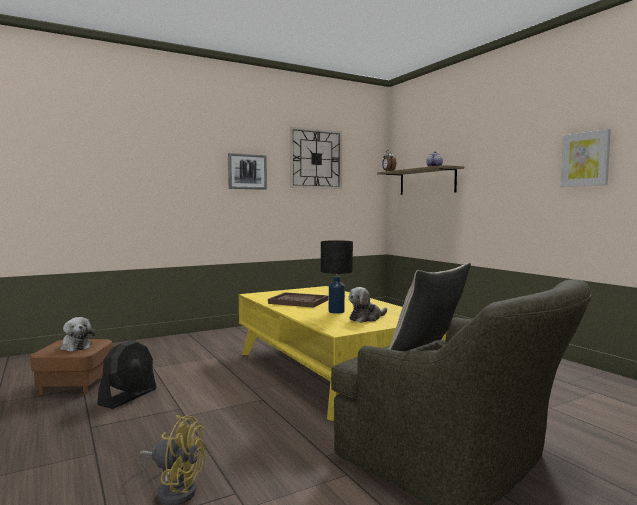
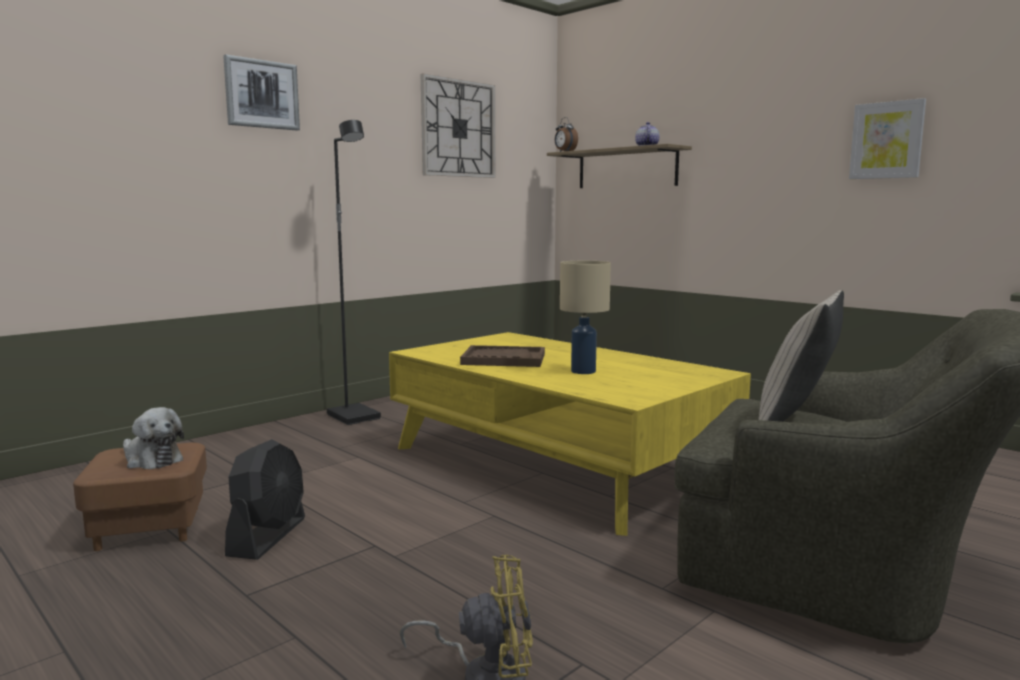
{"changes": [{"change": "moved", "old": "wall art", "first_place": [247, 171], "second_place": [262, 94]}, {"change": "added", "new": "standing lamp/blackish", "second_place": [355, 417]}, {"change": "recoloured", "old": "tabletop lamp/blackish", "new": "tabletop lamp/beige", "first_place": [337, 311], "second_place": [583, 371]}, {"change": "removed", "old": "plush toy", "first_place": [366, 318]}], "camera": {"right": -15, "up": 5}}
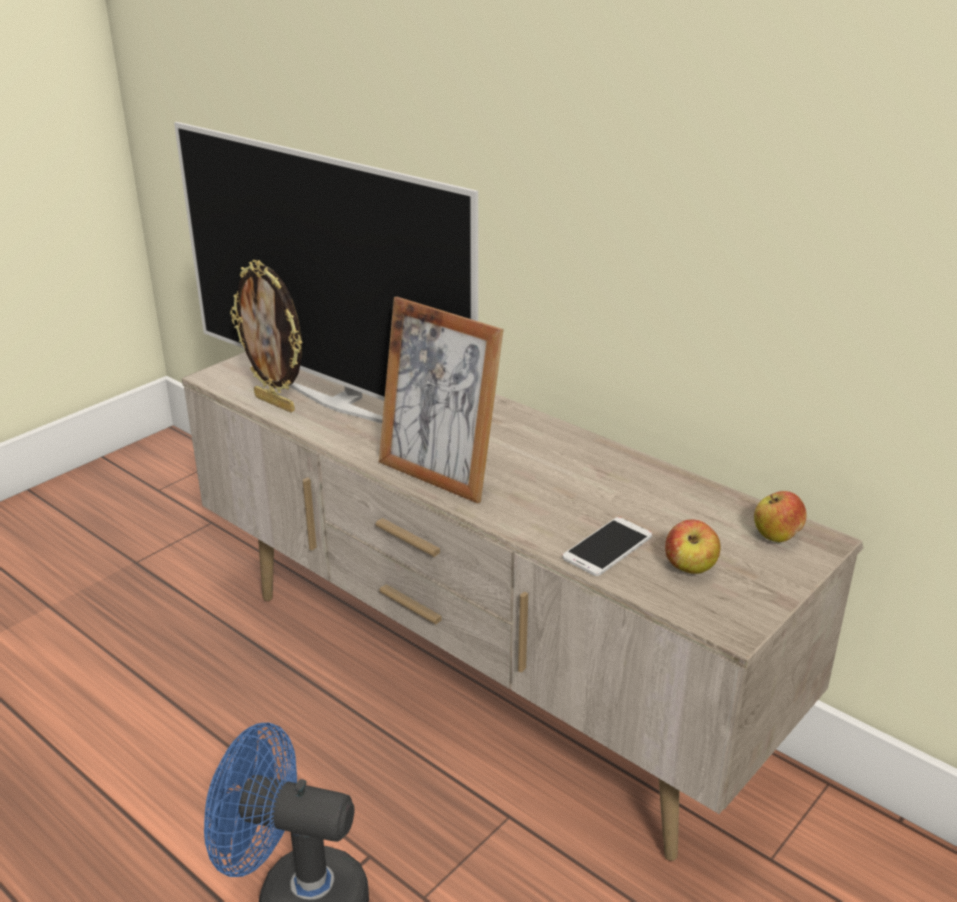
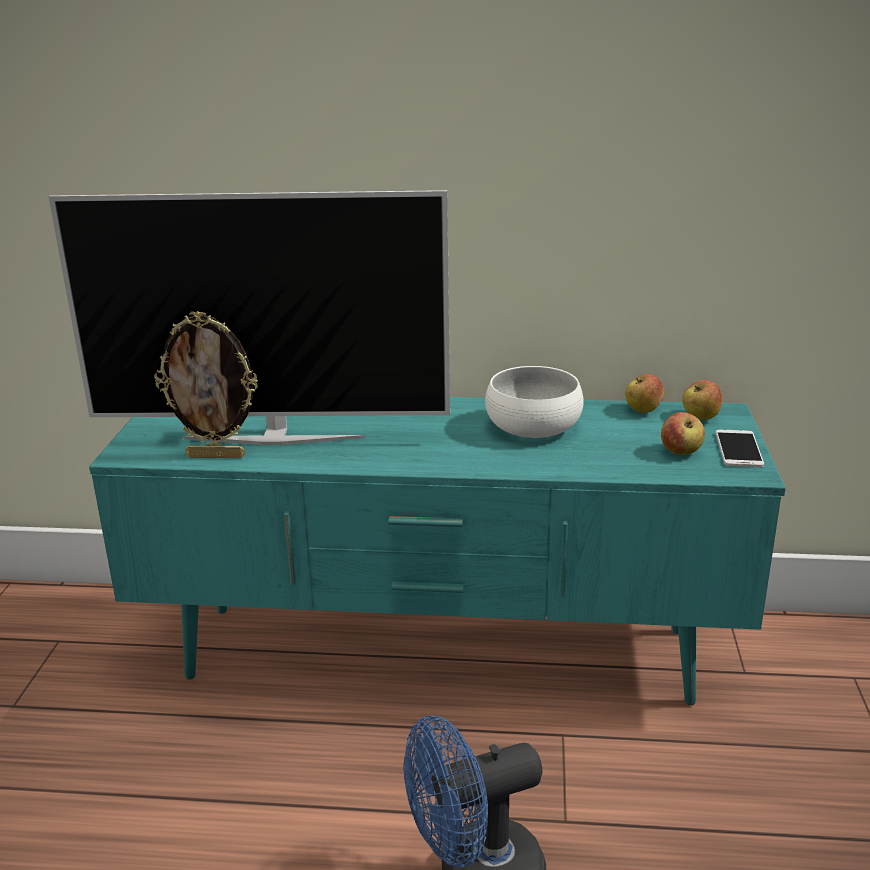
{"changes": [{"change": "recoloured", "old": "tv stand/beige", "new": "tv stand/turquoise-coloured", "first_place": [478, 681], "second_place": [439, 656]}, {"change": "added", "new": "deep dish/white", "second_place": [532, 427]}, {"change": "added", "new": "apple", "second_place": [643, 410]}, {"change": "moved", "old": "handset", "first_place": [607, 547], "second_place": [738, 449]}, {"change": "removed", "old": "standing frame", "first_place": [438, 474]}], "camera": {"right": -35, "up": -5}}
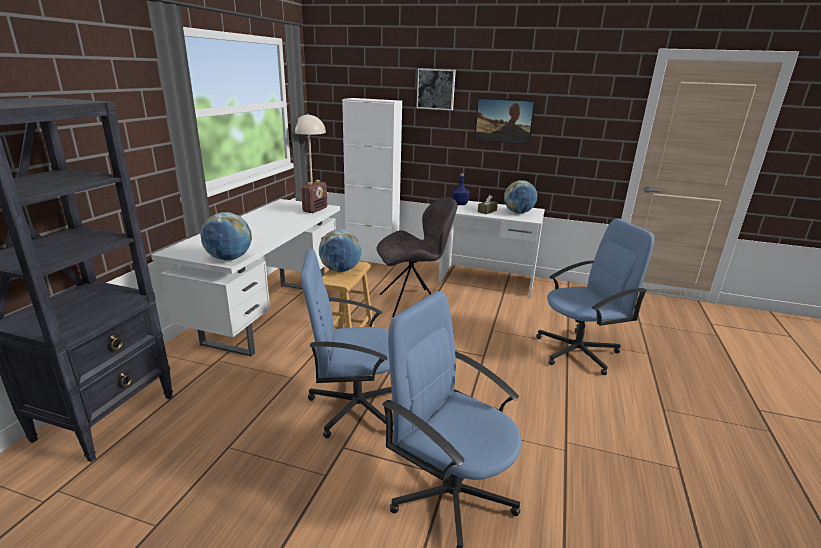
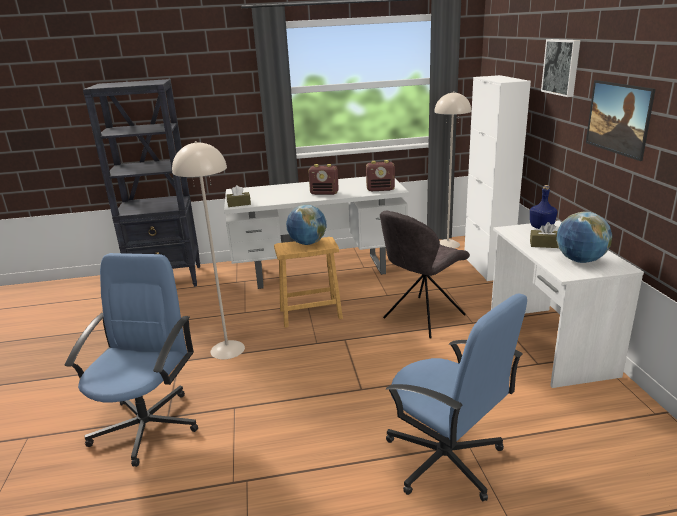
{"changes": [{"change": "replaced", "old": "computer chair/blue-coloured", "new": "standing lamp/beige", "first_place": [355, 406], "second_place": [227, 349]}, {"change": "replaced", "old": "globe", "new": "tissue box/brown", "first_place": [229, 258], "second_place": [239, 204]}, {"change": "added", "new": "radio", "second_place": [324, 193]}, {"change": "turned", "old": "upright chair/greyish", "first_place": [412, 302], "second_place": [422, 318], "degrees": 90}], "camera": {"right": 65, "up": 0}}
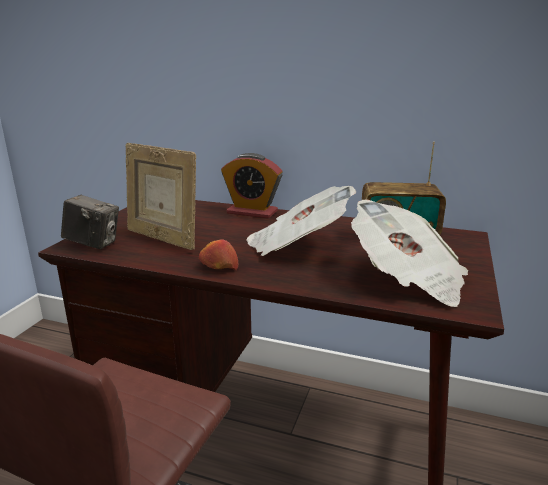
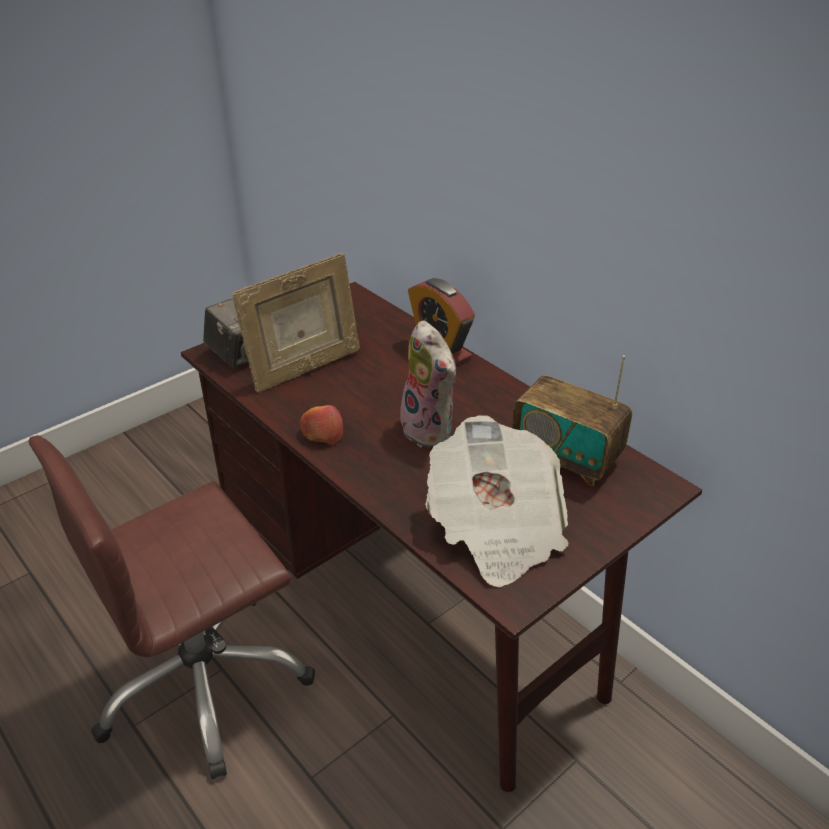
{"changes": [{"change": "turned", "old": "standing frame", "first_place": [162, 238], "second_place": [304, 369], "degrees": -105}, {"change": "replaced", "old": "printed paper", "new": "plush toy", "first_place": [297, 246], "second_place": [431, 430]}], "camera": {"right": 30, "up": 15}}
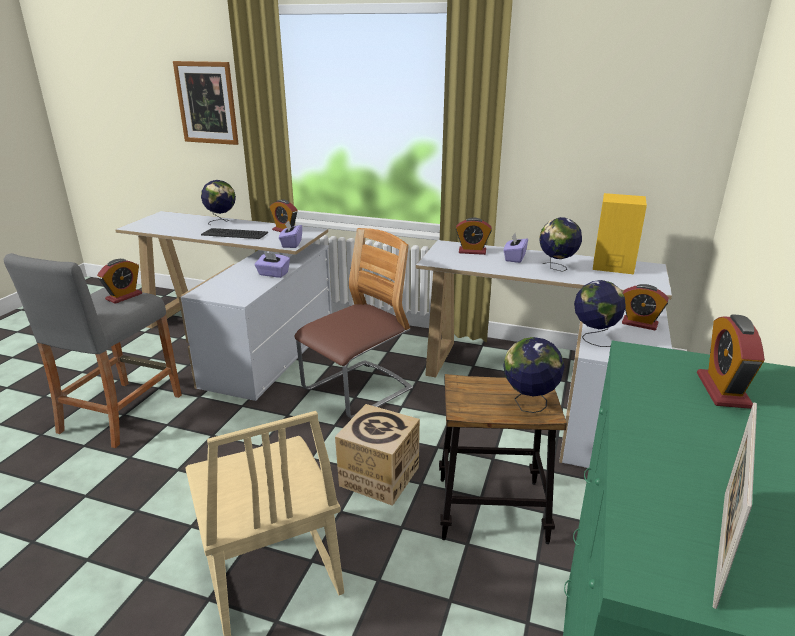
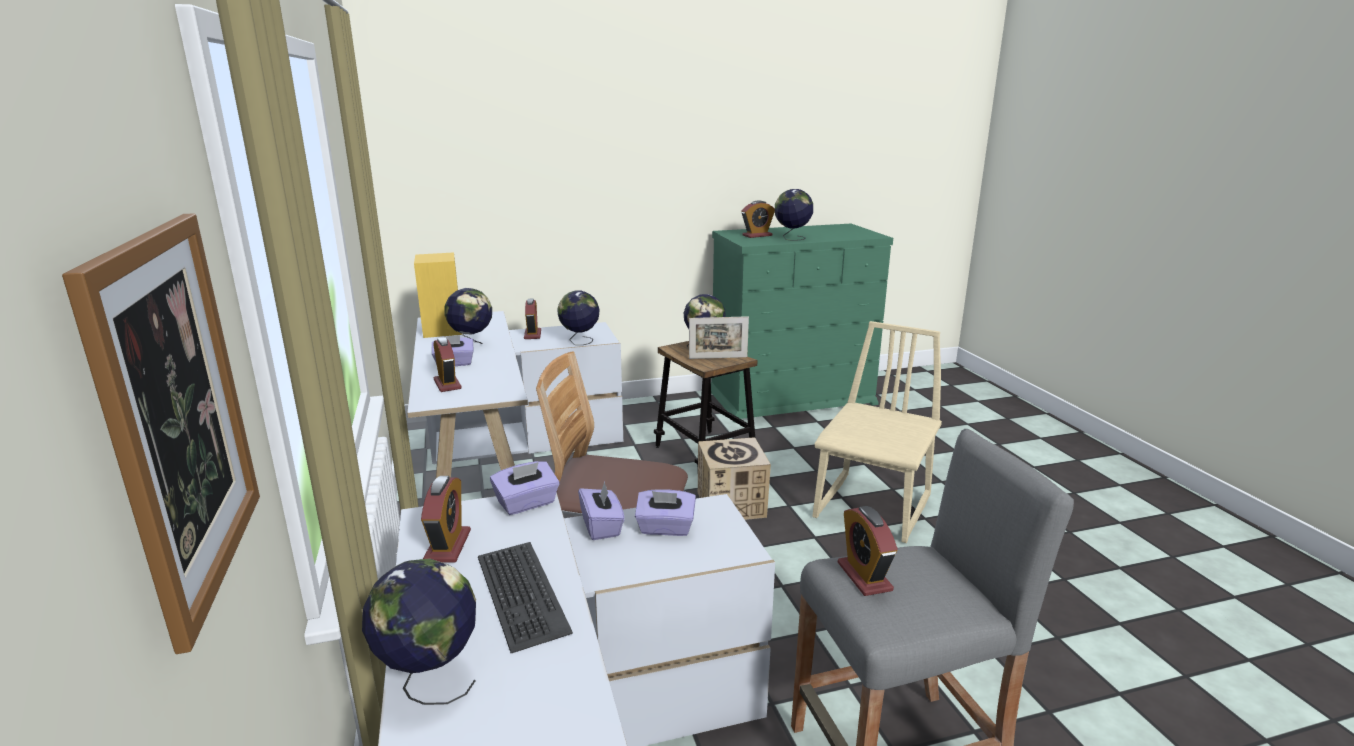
{"changes": [{"change": "added", "new": "tissue box/purple", "second_place": [665, 528]}, {"change": "moved", "old": "standing frame", "first_place": [721, 544], "second_place": [718, 358]}, {"change": "added", "new": "globe", "second_place": [792, 238]}, {"change": "turned", "old": "bedside clock", "first_place": [124, 296], "second_place": [864, 576], "degrees": -105}], "camera": {"right": -125, "up": -5}}
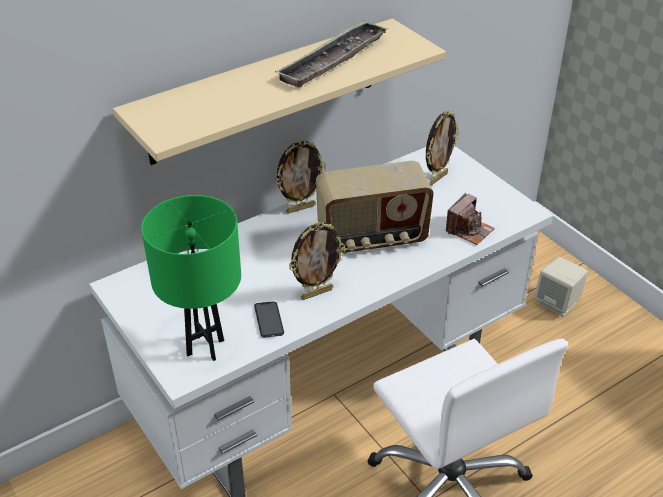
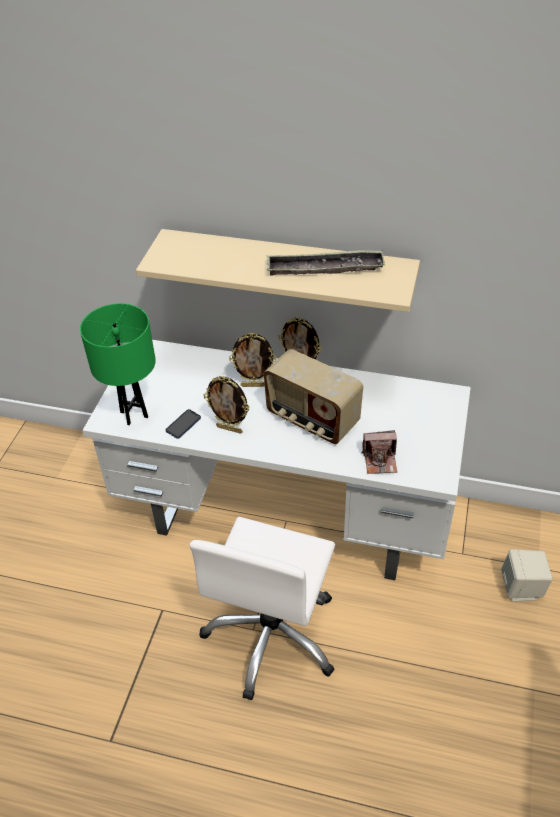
{"changes": [{"change": "moved", "old": "standing frame", "first_place": [437, 178], "second_place": [254, 385]}], "camera": {"right": 50, "up": 5}}
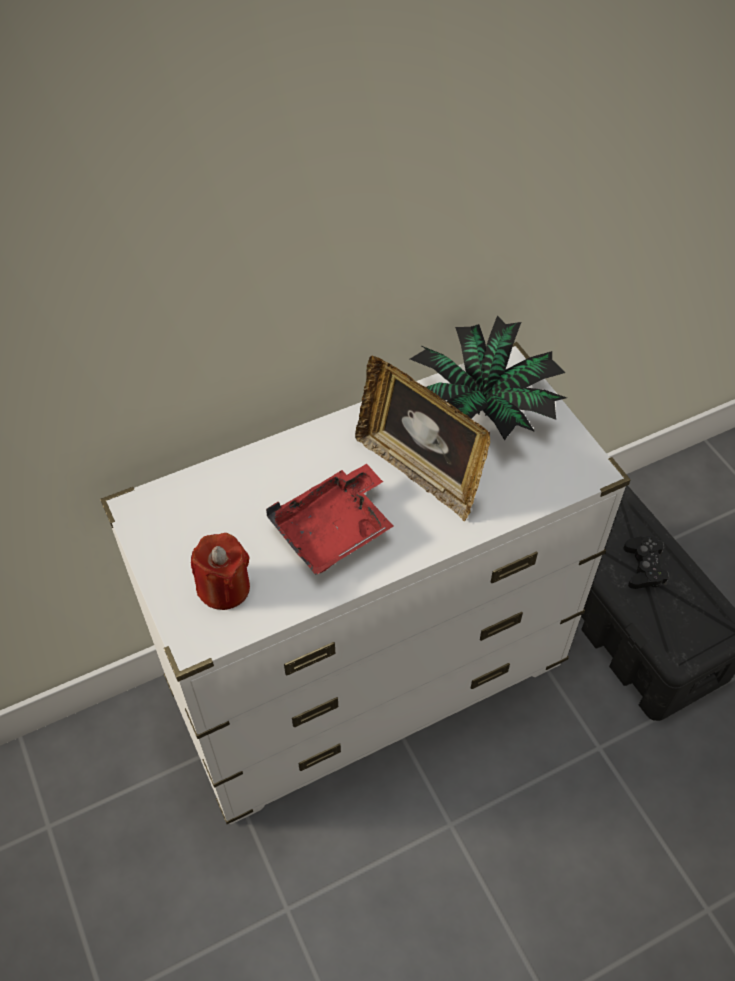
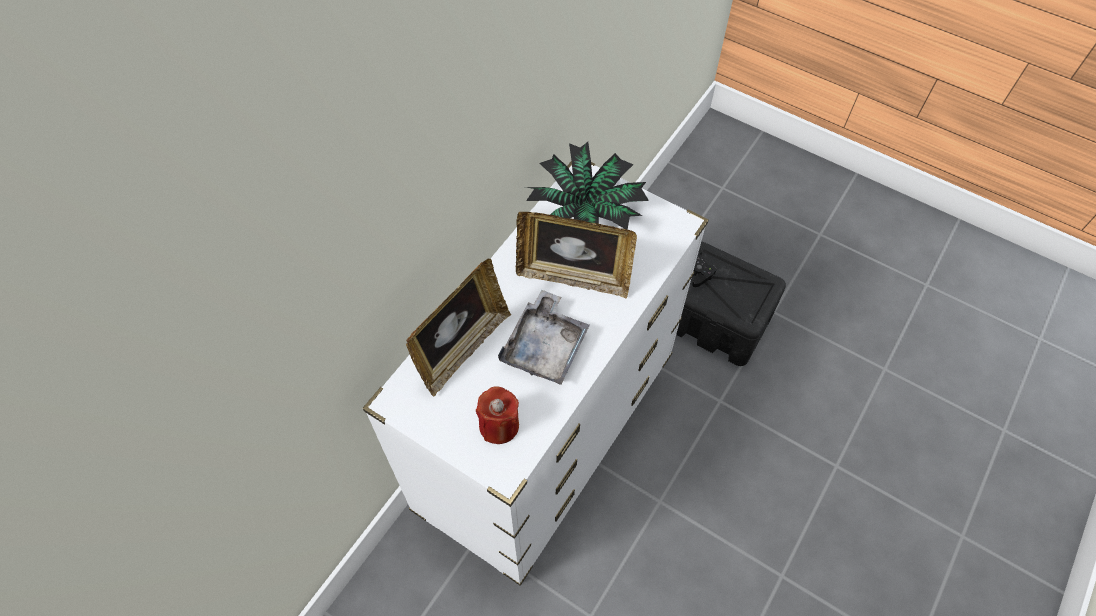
{"changes": [{"change": "added", "new": "standing frame", "second_place": [462, 349]}, {"change": "recoloured", "old": "serving tray/red", "new": "serving tray/greyish", "first_place": [334, 530], "second_place": [545, 346]}], "camera": {"right": -30, "up": 5}}
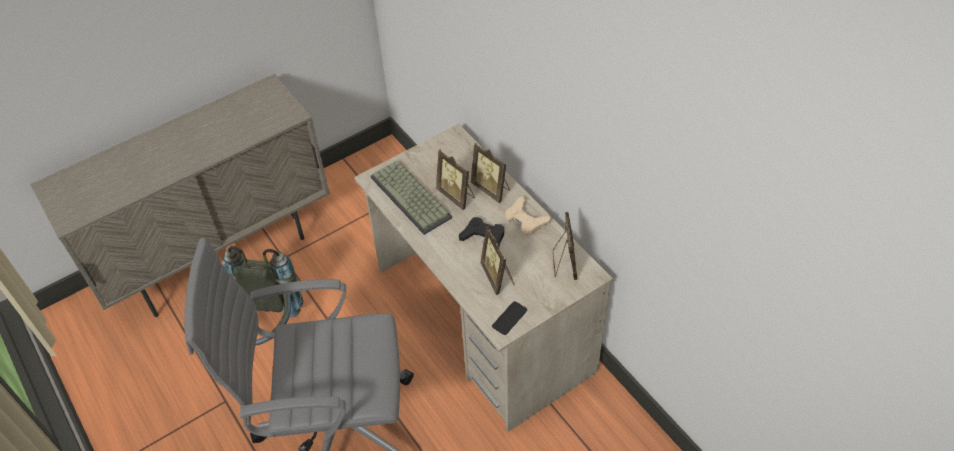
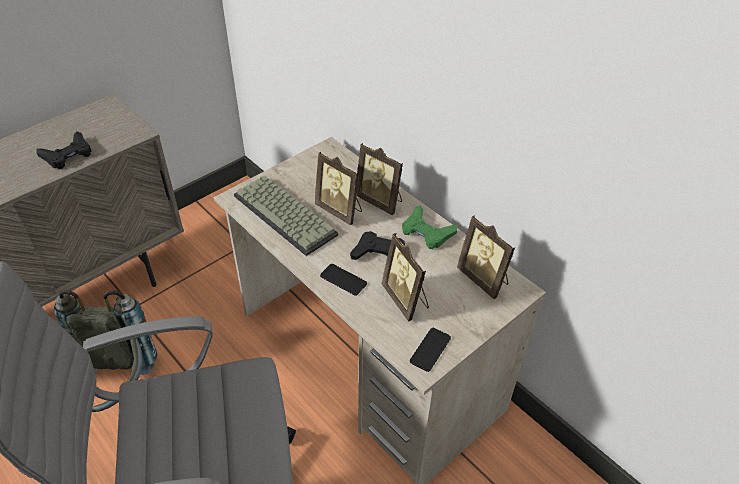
{"changes": [{"change": "added", "new": "gamepad/blackish", "second_place": [68, 155]}, {"change": "added", "new": "handset", "second_place": [343, 280]}, {"change": "recoloured", "old": "gamepad/beige", "new": "gamepad/greenish", "first_place": [525, 219], "second_place": [426, 232]}, {"change": "turned", "old": "standing frame", "first_place": [564, 264], "second_place": [484, 279], "degrees": 150}], "camera": {"right": -10, "up": -5}}
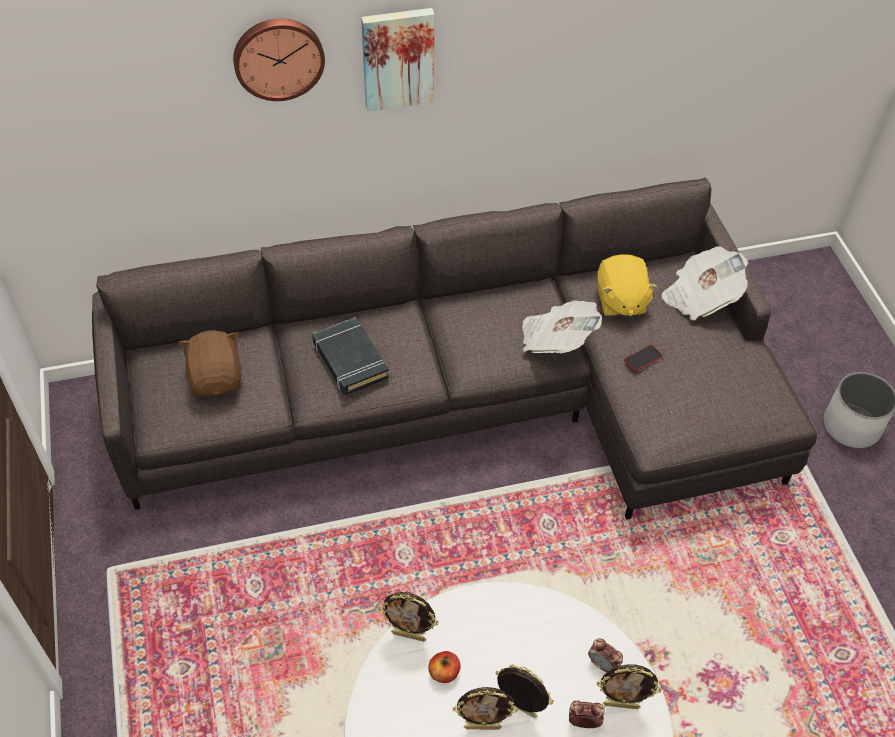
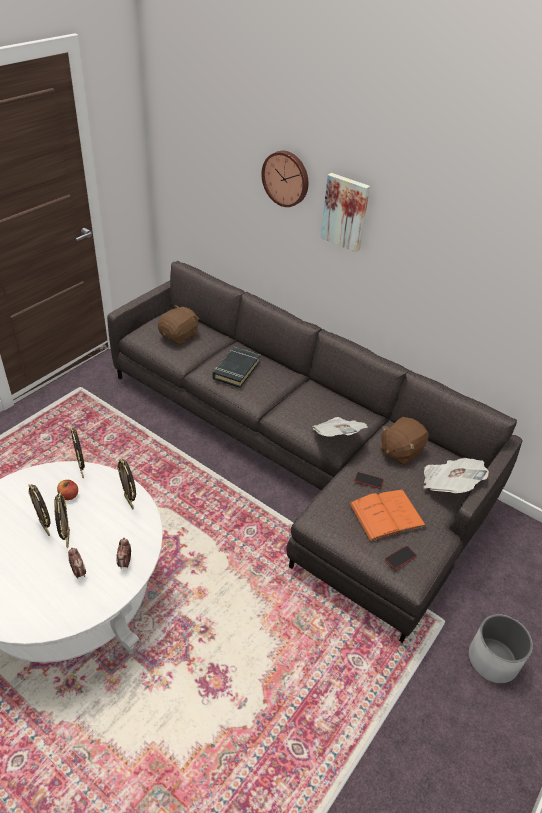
{"changes": [{"change": "moved", "old": "standing frame", "first_place": [621, 704], "second_place": [129, 502]}, {"change": "added", "new": "book/orange", "second_place": [387, 515]}, {"change": "recoloured", "old": "plush toy/yellowish", "new": "plush toy/brown", "first_place": [620, 301], "second_place": [400, 451]}, {"change": "added", "new": "handset", "second_place": [400, 558]}], "camera": {"right": 50, "up": -10}}
